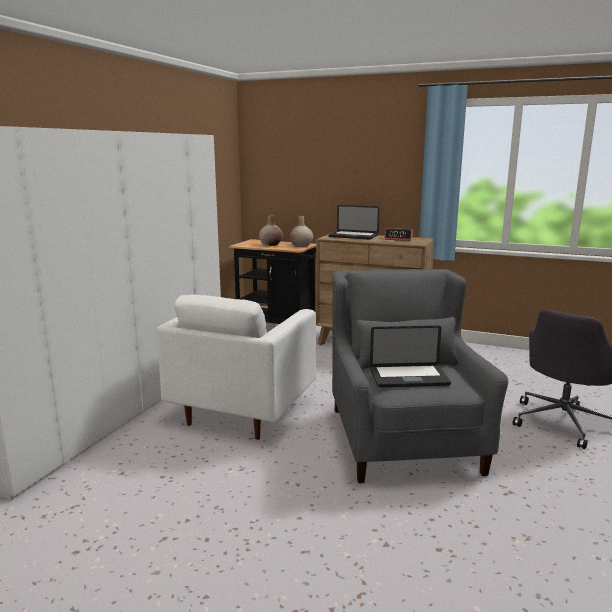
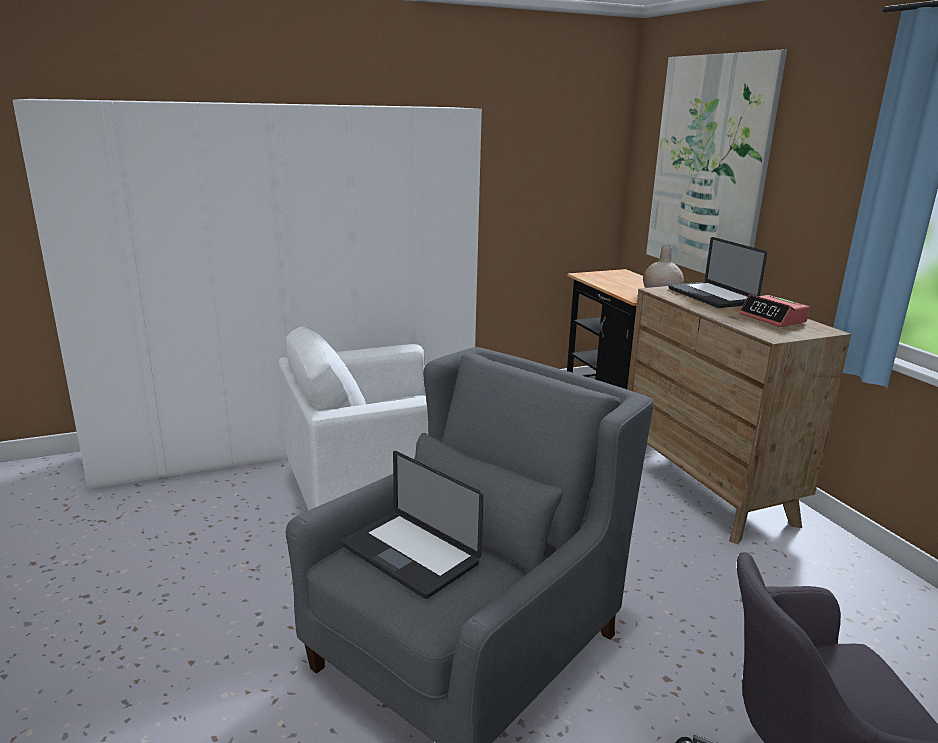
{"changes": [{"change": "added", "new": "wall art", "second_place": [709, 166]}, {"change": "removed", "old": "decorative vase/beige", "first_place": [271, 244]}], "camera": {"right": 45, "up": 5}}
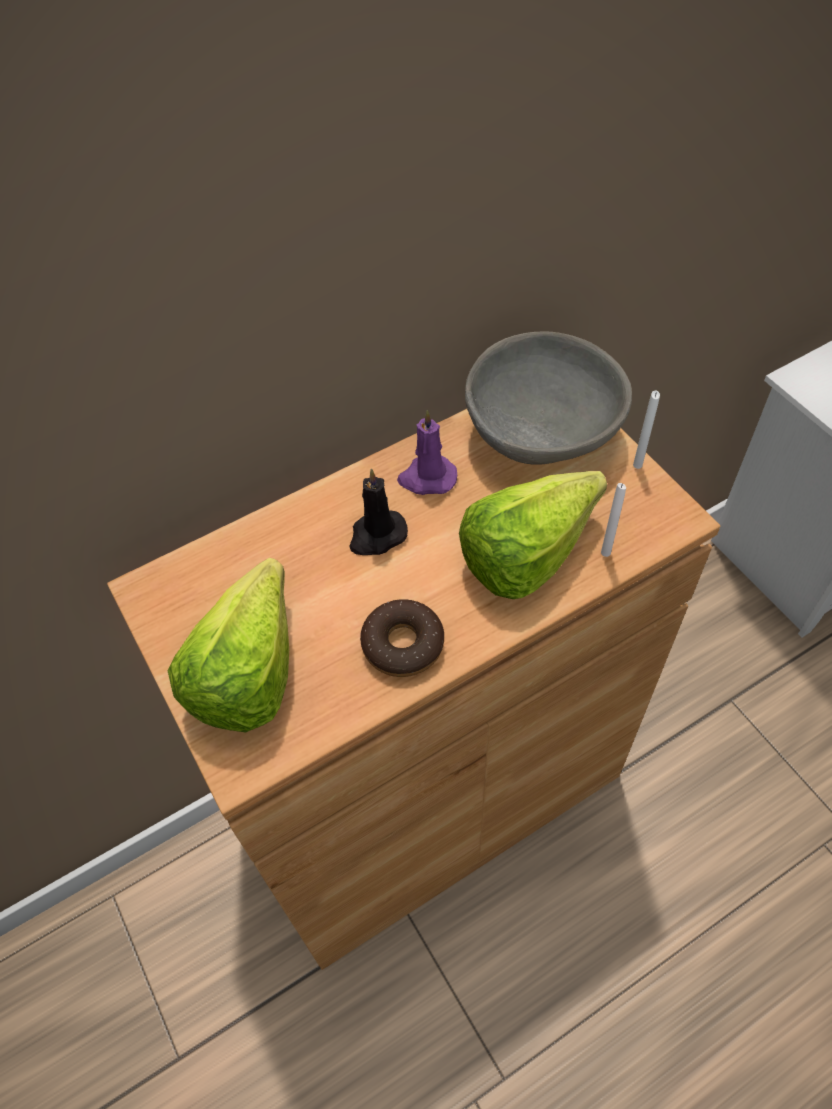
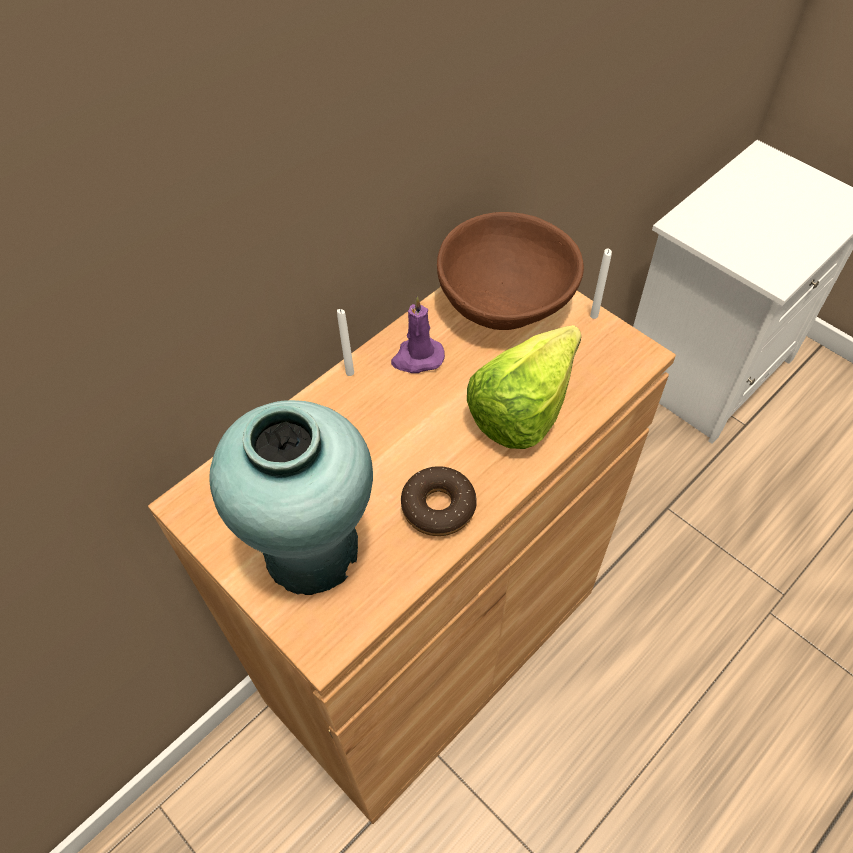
{"changes": [{"change": "replaced", "old": "lettuce", "new": "decorative vase/turquoise-coloured", "first_place": [257, 662], "second_place": [312, 549]}, {"change": "moved", "old": "wax candle/white", "first_place": [605, 552], "second_place": [350, 372]}, {"change": "recoloured", "old": "deep dish/greyish", "new": "deep dish/brown", "first_place": [540, 433], "second_place": [504, 302]}, {"change": "removed", "old": "wax candle/blackish", "first_place": [377, 535]}], "camera": {"right": -15, "up": 0}}
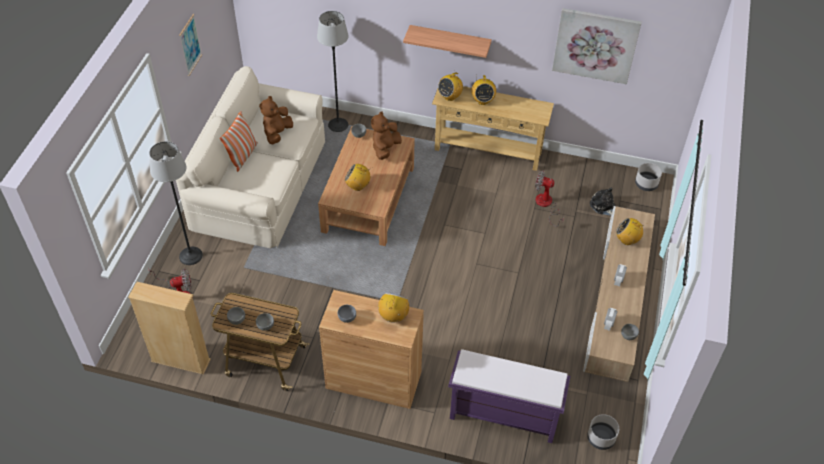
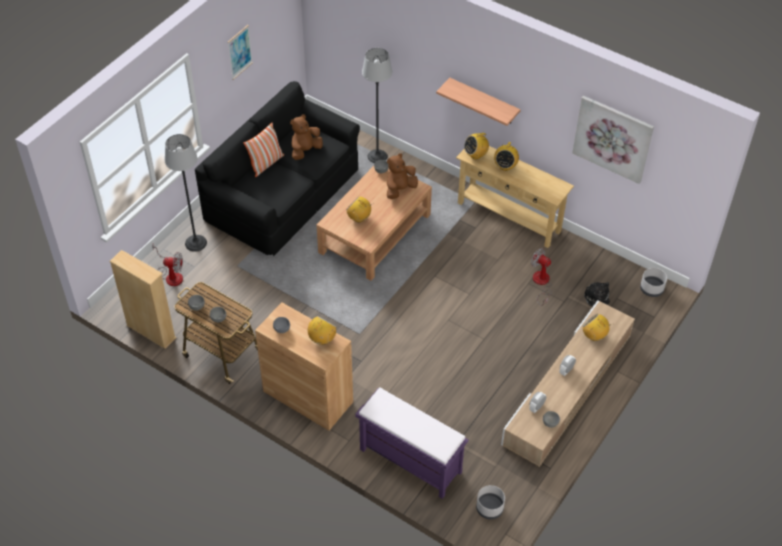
{"changes": [{"change": "recoloured", "old": "couch/beige", "new": "couch/blackish", "first_place": [260, 183], "second_place": [283, 193]}], "camera": {"right": 20, "up": 0}}
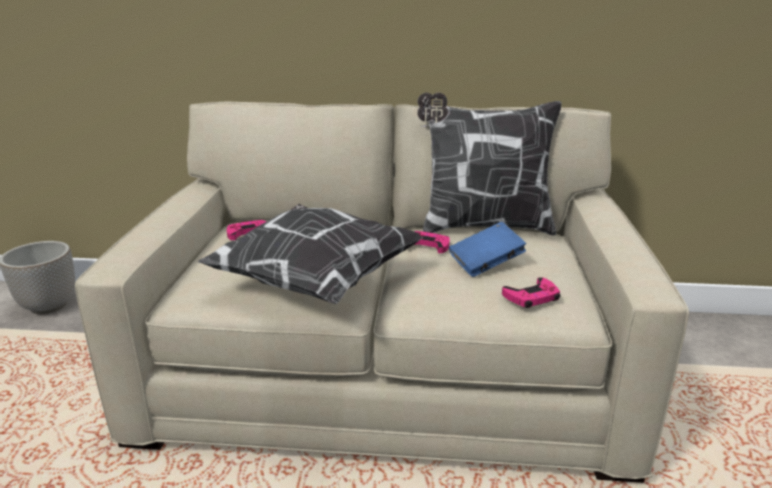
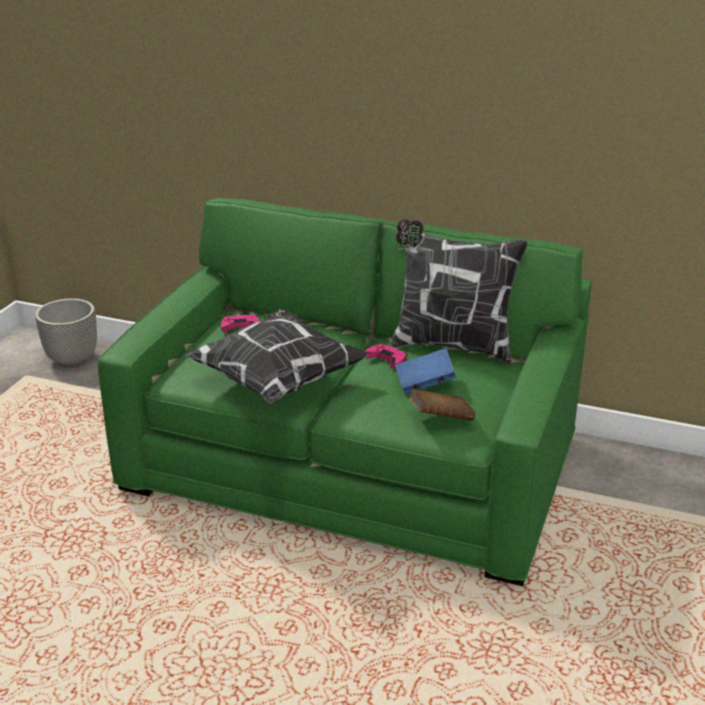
{"changes": [{"change": "recoloured", "old": "couch/beige", "new": "couch/greenish", "first_place": [388, 368], "second_place": [356, 463]}, {"change": "replaced", "old": "gamepad/pink", "new": "book/brown", "first_place": [532, 297], "second_place": [441, 418]}], "camera": {"right": 15, "up": 5}}
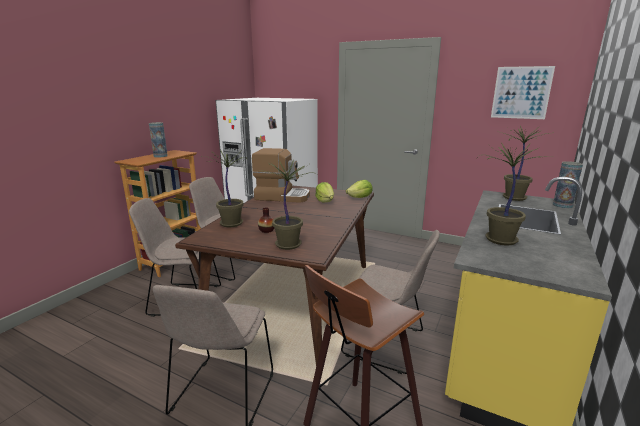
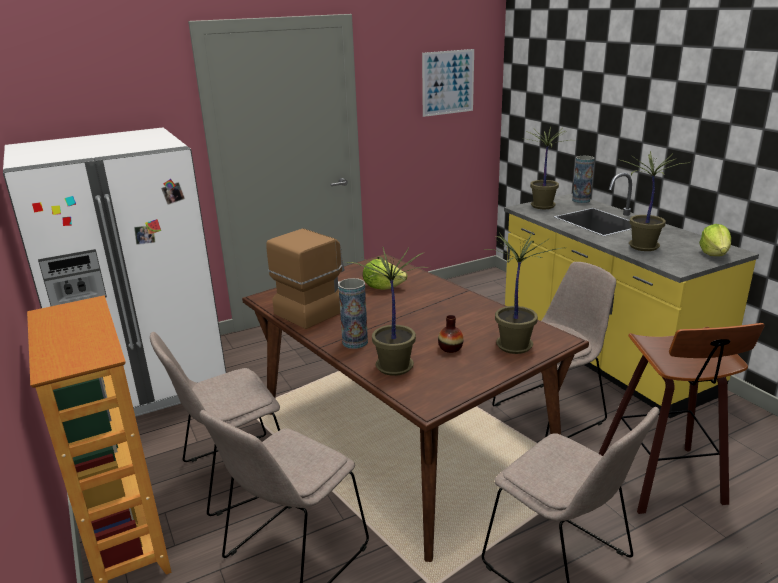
{"changes": [{"change": "moved", "old": "decorative vase", "first_place": [160, 156], "second_place": [355, 342]}, {"change": "moved", "old": "lettuce", "first_place": [360, 198], "second_place": [714, 254]}], "camera": {"right": -55, "up": 5}}
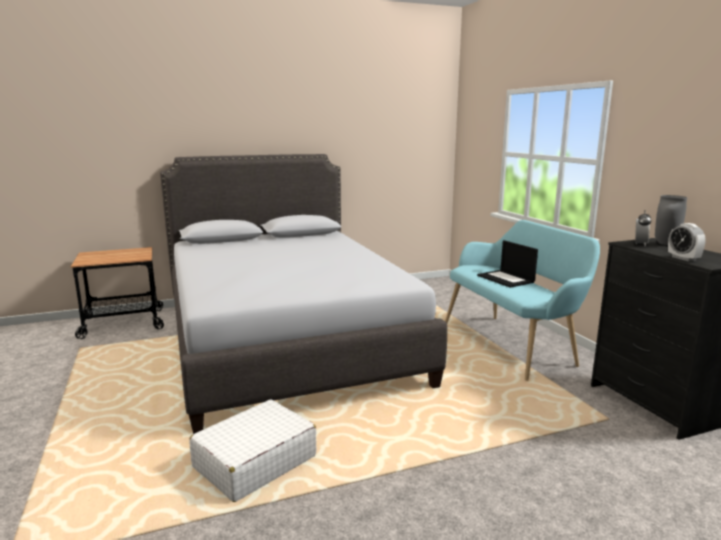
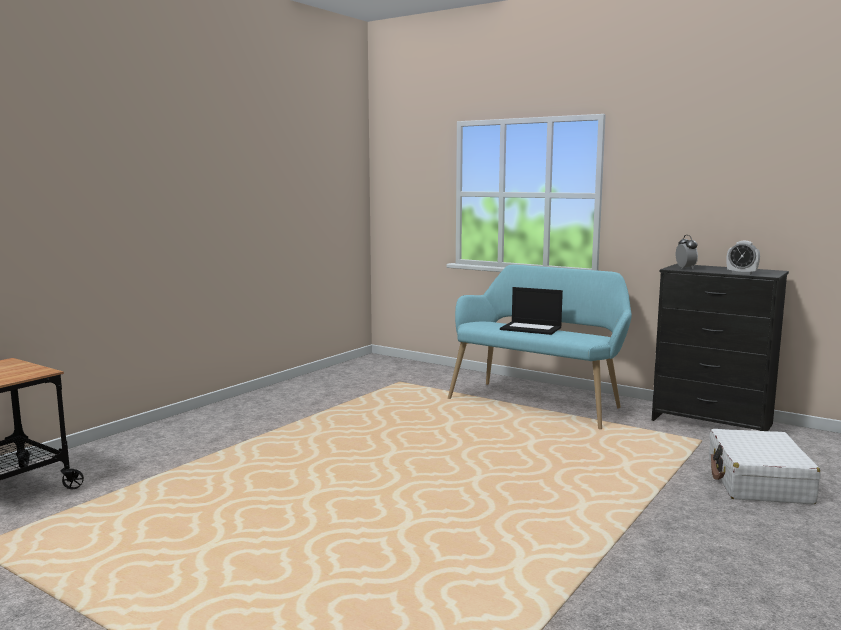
{"changes": [{"change": "moved", "old": "suitcase/white", "first_place": [254, 461], "second_place": [758, 481]}, {"change": "removed", "old": "bed/greyish", "first_place": [285, 341]}, {"change": "removed", "old": "decorative vase/greyish", "first_place": [666, 244]}], "camera": {"right": -35, "up": -5}}
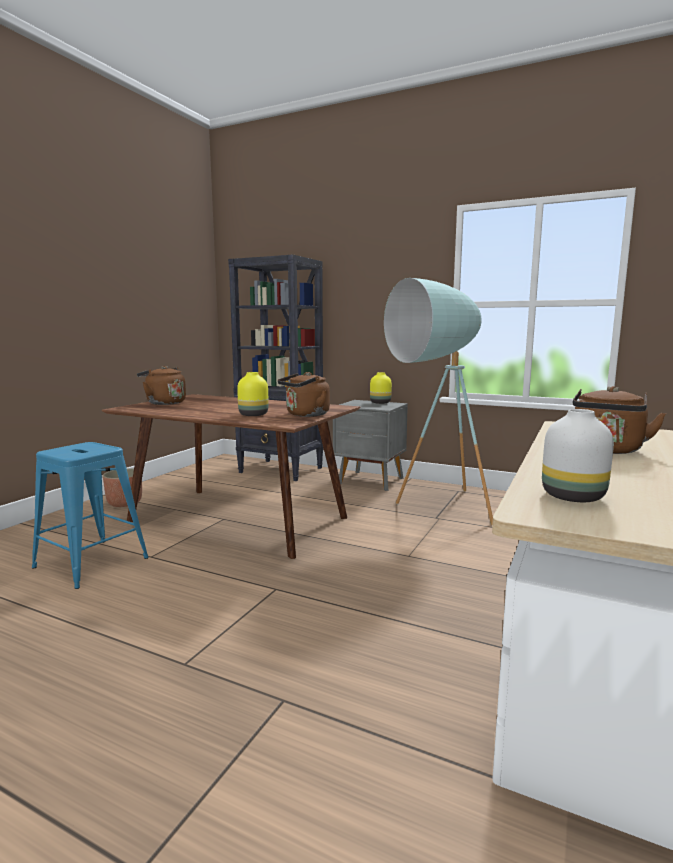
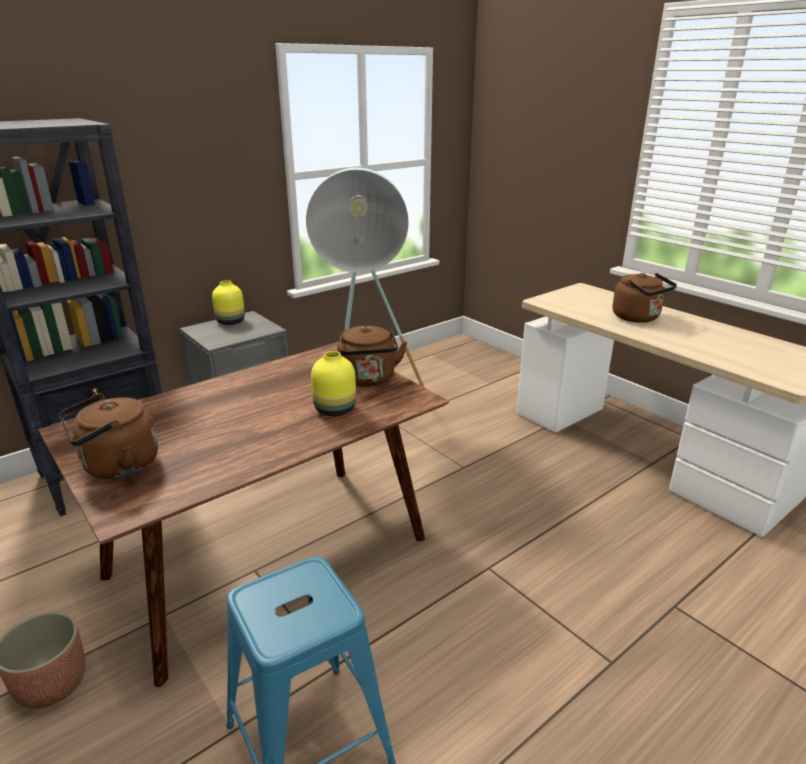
{"changes": [{"change": "removed", "old": "decorative vase/white", "first_place": [574, 497]}], "camera": {"right": -65, "up": 15}}
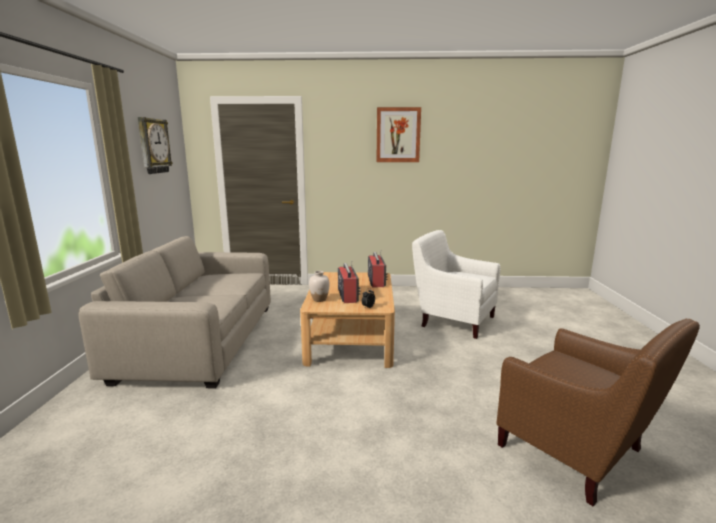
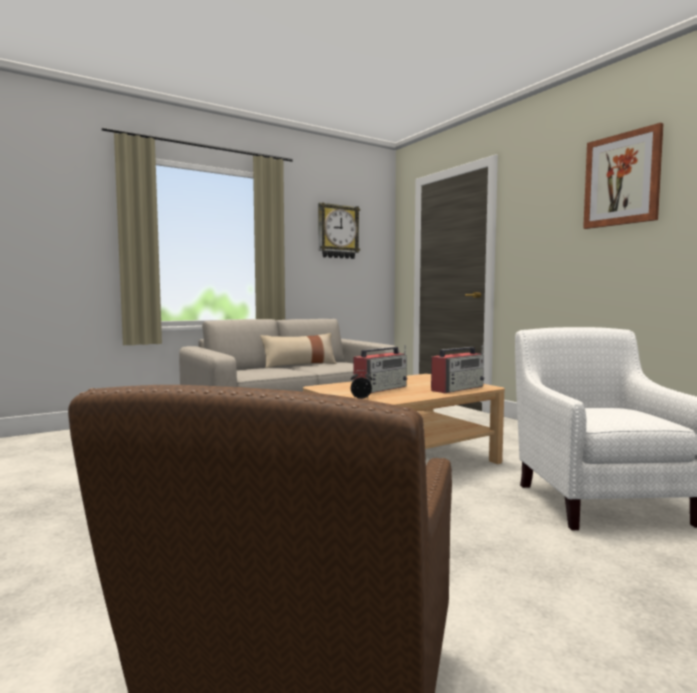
{"changes": [{"change": "added", "new": "pillow/beige", "second_place": [299, 365]}, {"change": "removed", "old": "decorative vase/white", "first_place": [319, 299]}], "camera": {"right": 55, "up": -10}}
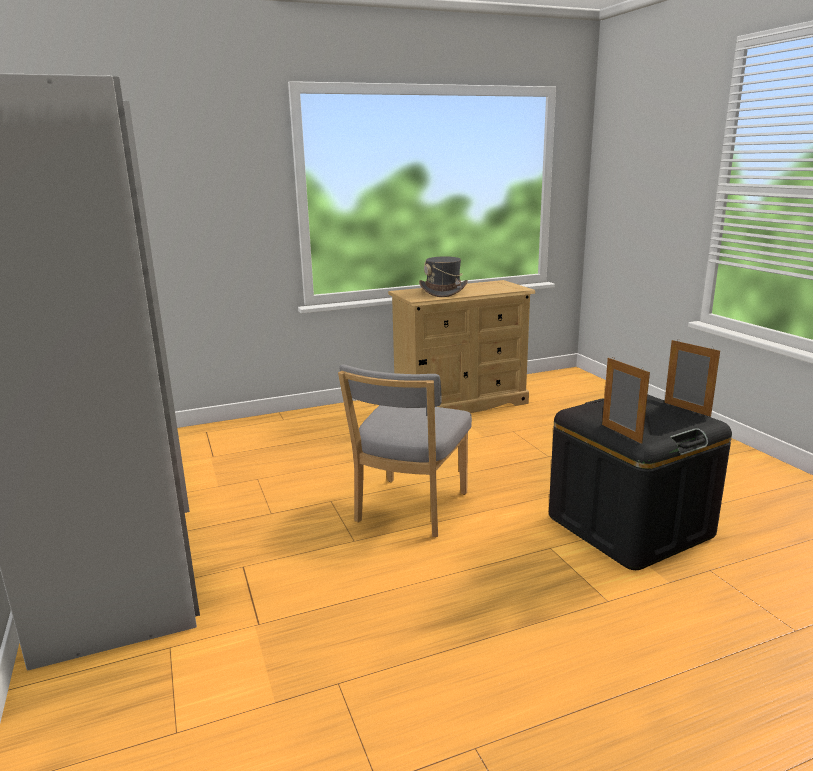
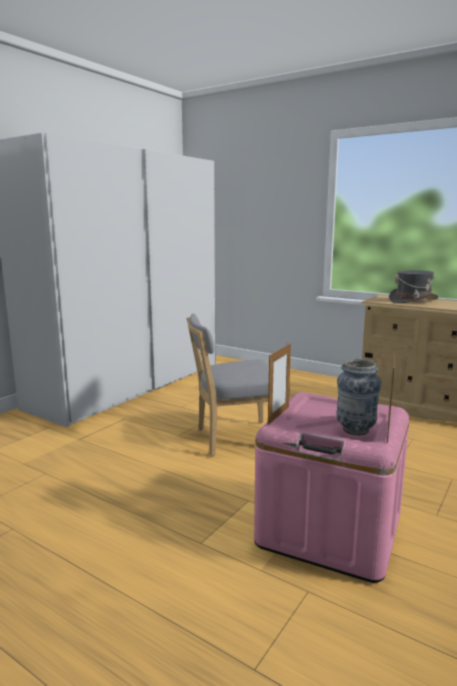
{"changes": [{"change": "recoloured", "old": "storage bin/blackish", "new": "storage bin/pink", "first_place": [629, 526], "second_place": [329, 529]}, {"change": "added", "new": "decorative vase", "second_place": [355, 430]}], "camera": {"right": 55, "up": -5}}
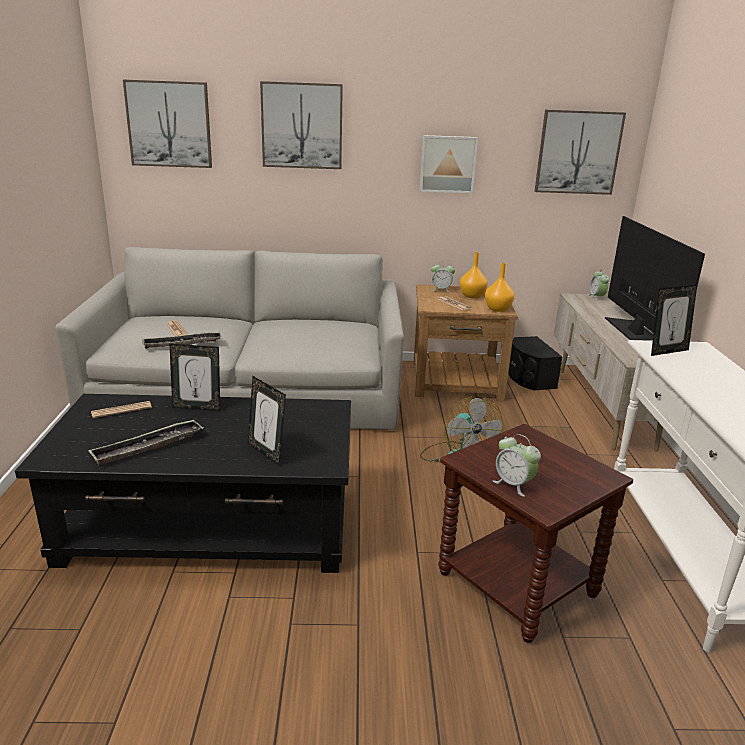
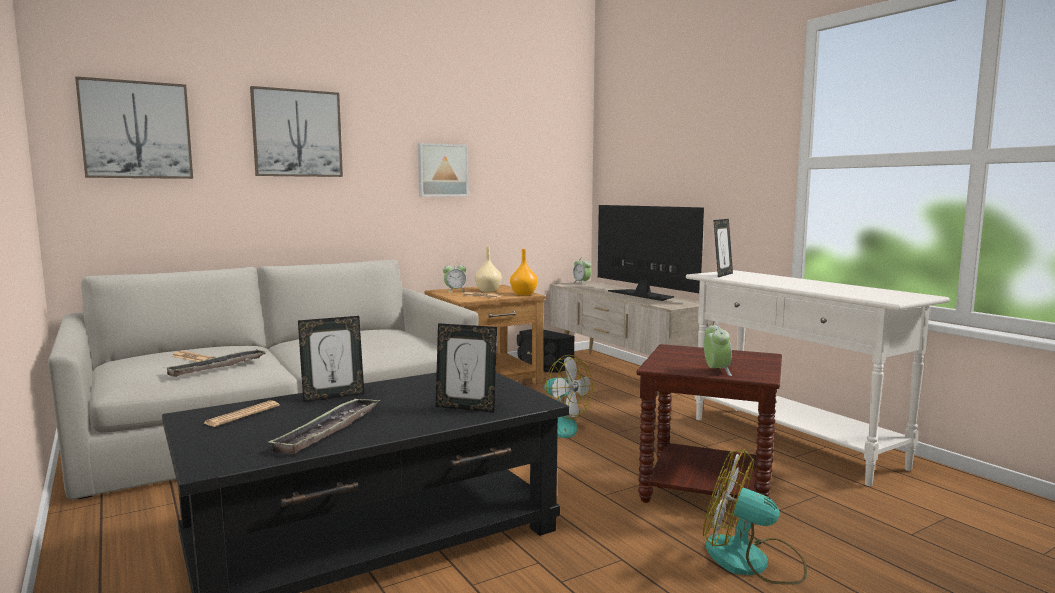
{"changes": [{"change": "recoloured", "old": "decorative vase/orange", "new": "decorative vase/beige", "first_place": [472, 296], "second_place": [488, 290]}, {"change": "added", "new": "fan", "second_place": [752, 561]}, {"change": "turned", "old": "bedside clock", "first_place": [513, 484], "second_place": [716, 371], "degrees": -105}, {"change": "removed", "old": "wall art", "first_place": [578, 152]}], "camera": {"right": -30, "up": -15}}
